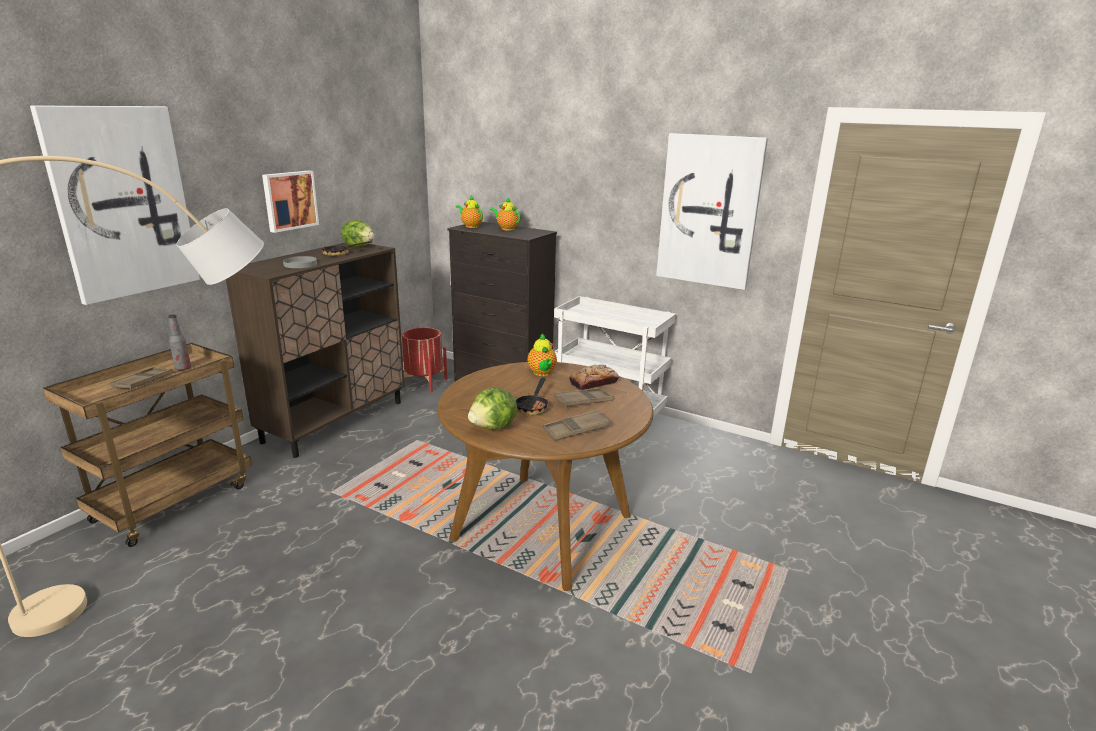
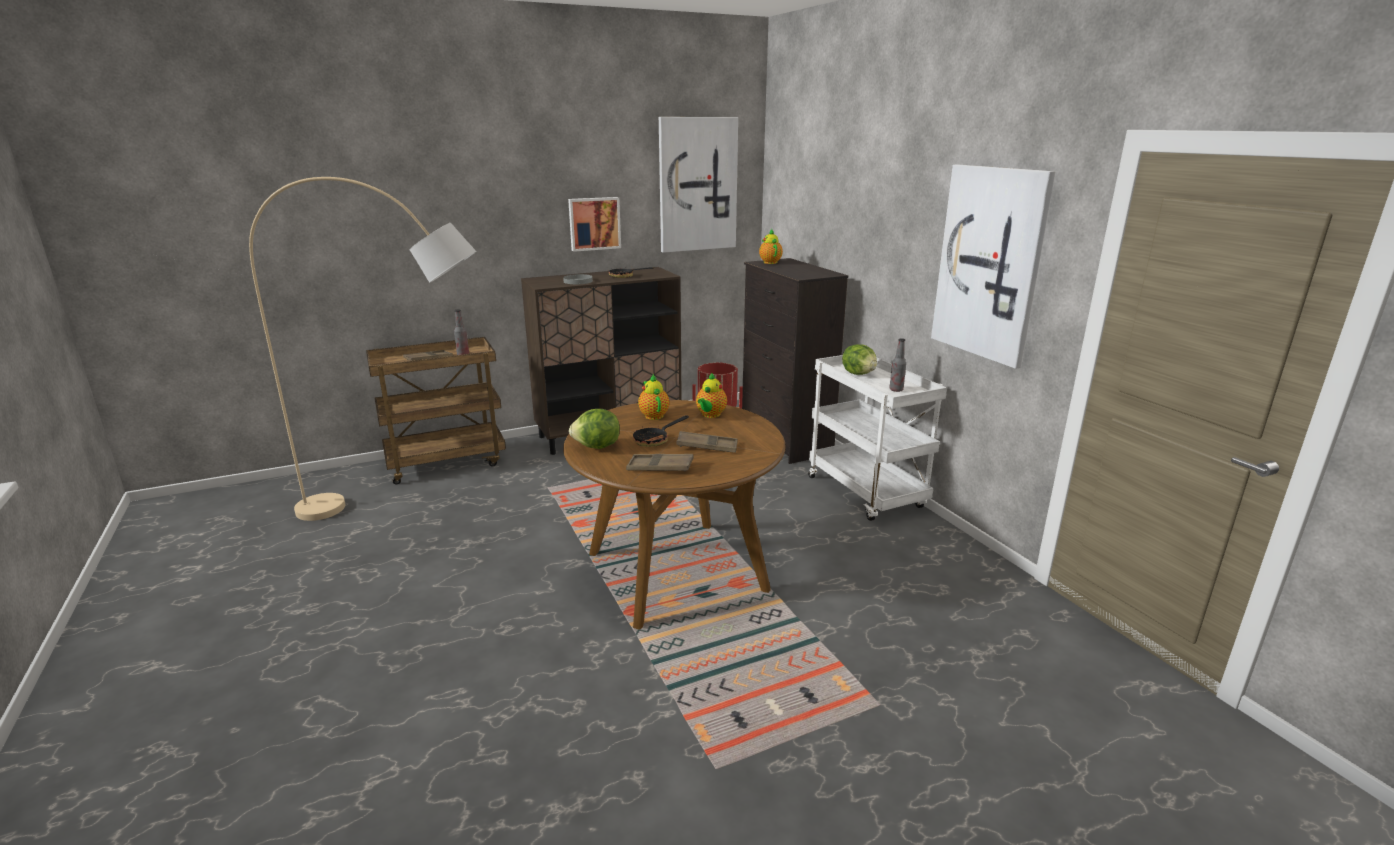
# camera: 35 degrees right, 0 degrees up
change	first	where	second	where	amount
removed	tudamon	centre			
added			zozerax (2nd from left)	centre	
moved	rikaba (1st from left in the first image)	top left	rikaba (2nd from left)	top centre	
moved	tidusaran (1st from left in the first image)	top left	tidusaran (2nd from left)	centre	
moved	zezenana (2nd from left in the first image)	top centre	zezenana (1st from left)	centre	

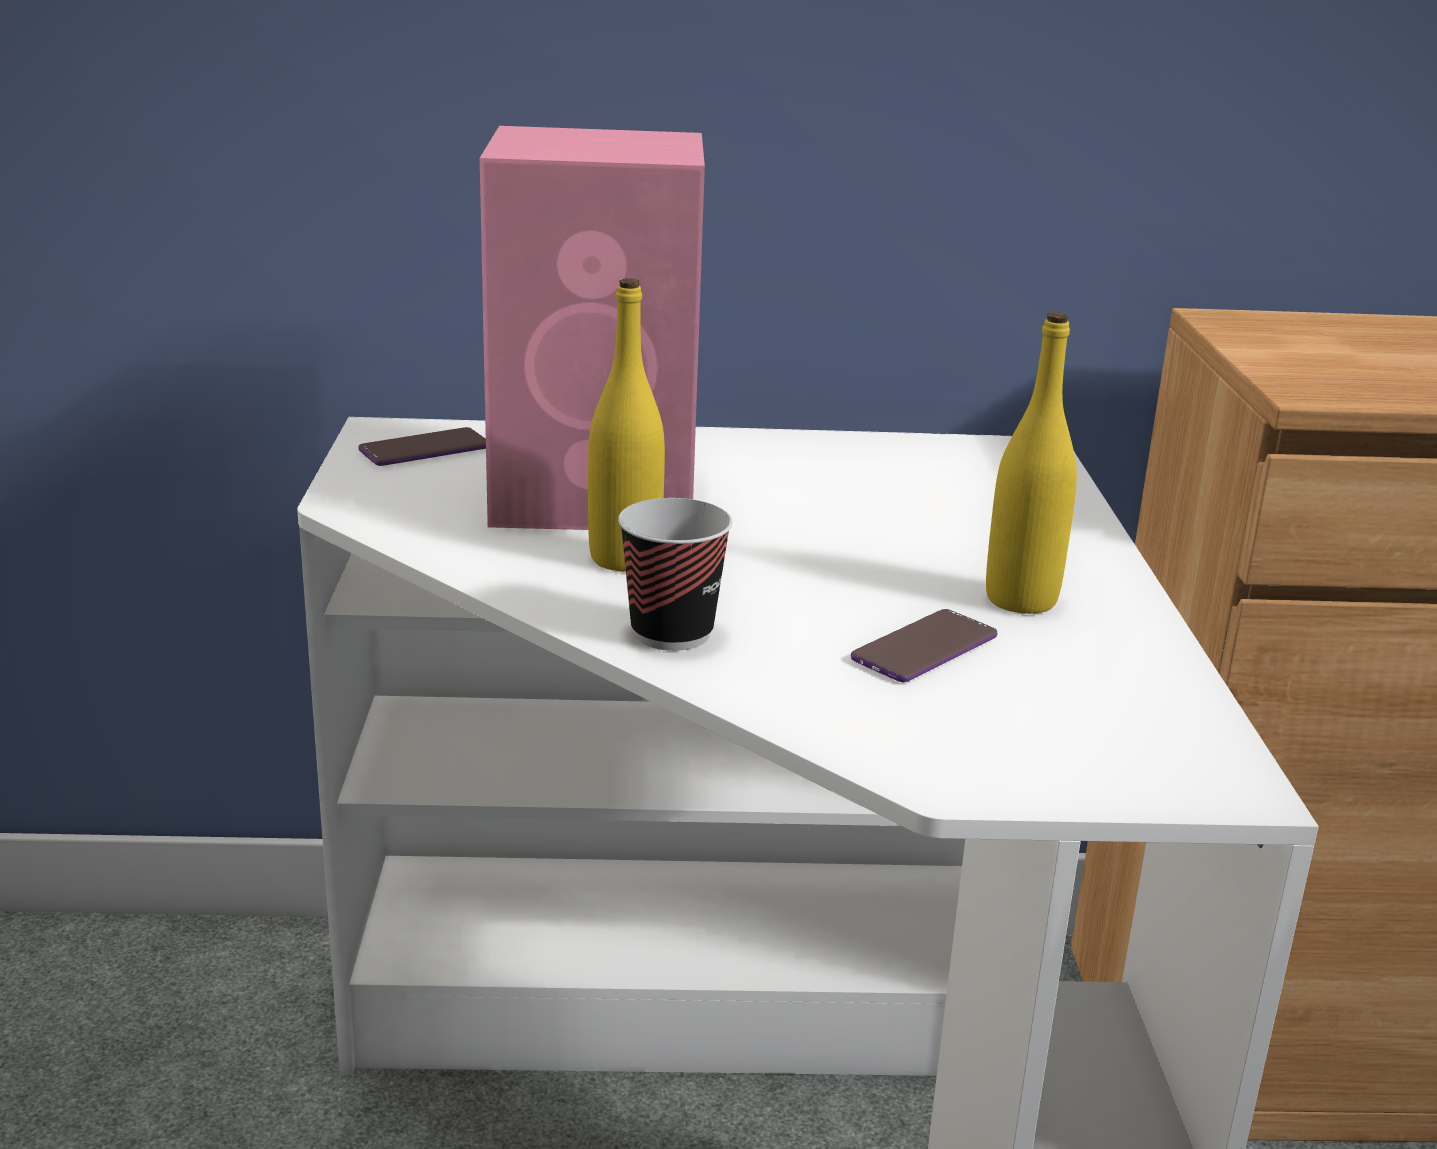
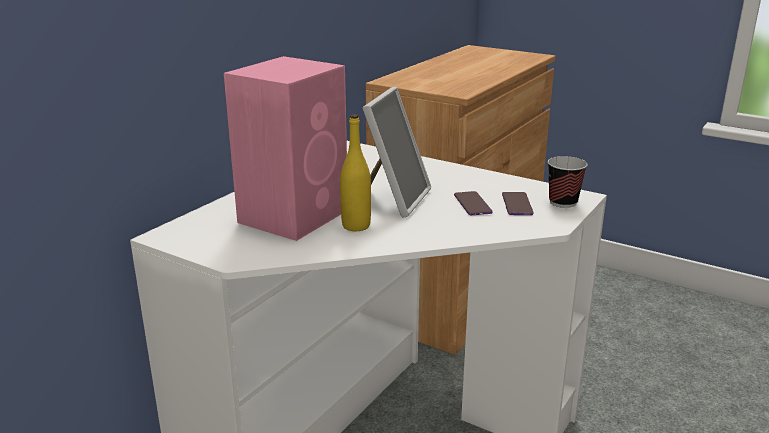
# camera: 55 degrees left, 0 degrees up
change	first	where	second	where	amount
removed	yellow_zozerax (2nd from left)	middle right			
added			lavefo	centre	
moved	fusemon (1st from left in the first image)	middle left	fusemon (2nd from left)	middle right	
moved	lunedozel	centre		middle right	

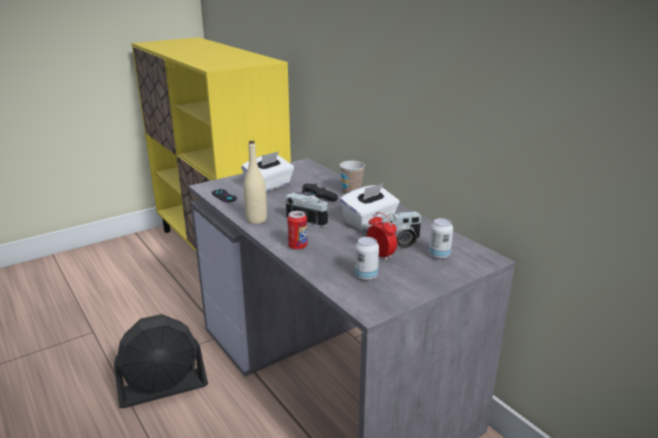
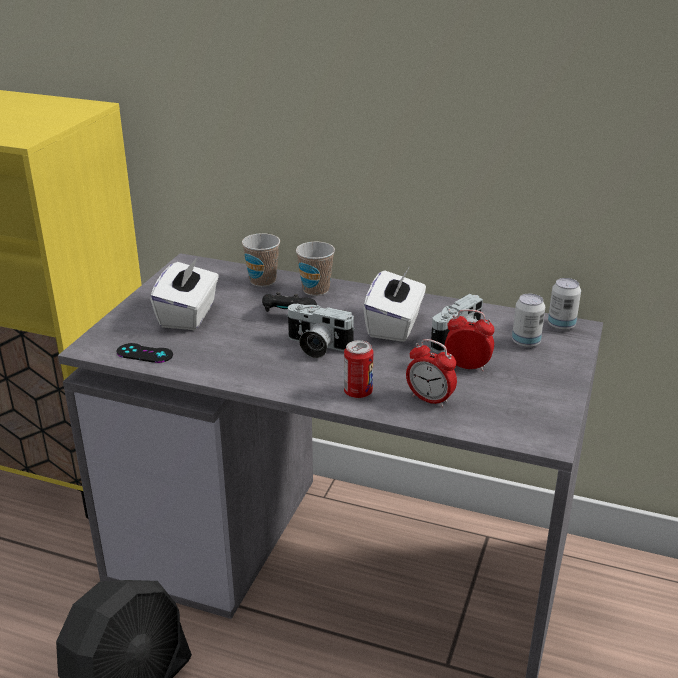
# camera: 35 degrees left, 5 degrees up
change	first	where	second	where	amount
removed	beige_zozerax	centre			
added			lunedozel (1st from left)	centre	
added			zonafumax (1st from left)	centre	
moved	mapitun (2nd from left in the first image)	centre	mapitun (3rd from left)	middle right	
turned	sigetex (1st from left)	centre		centre	150 degrees counterclockwise

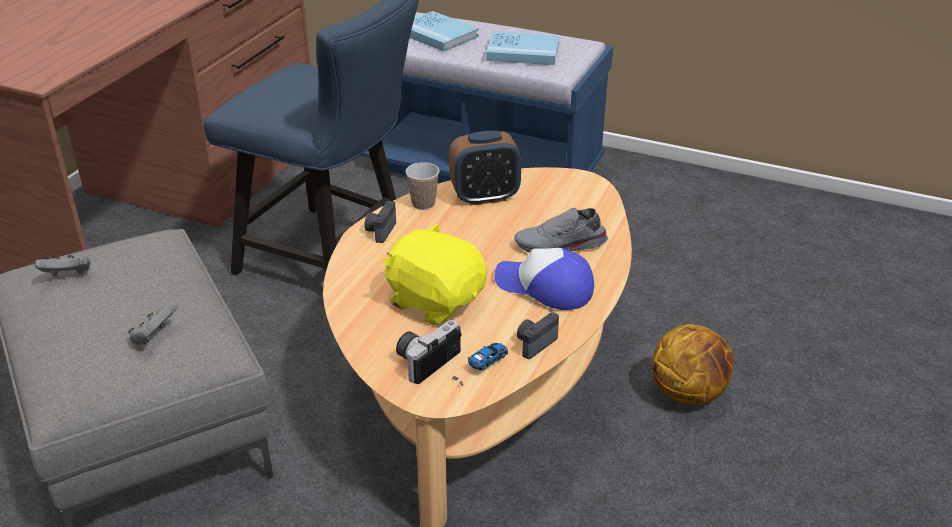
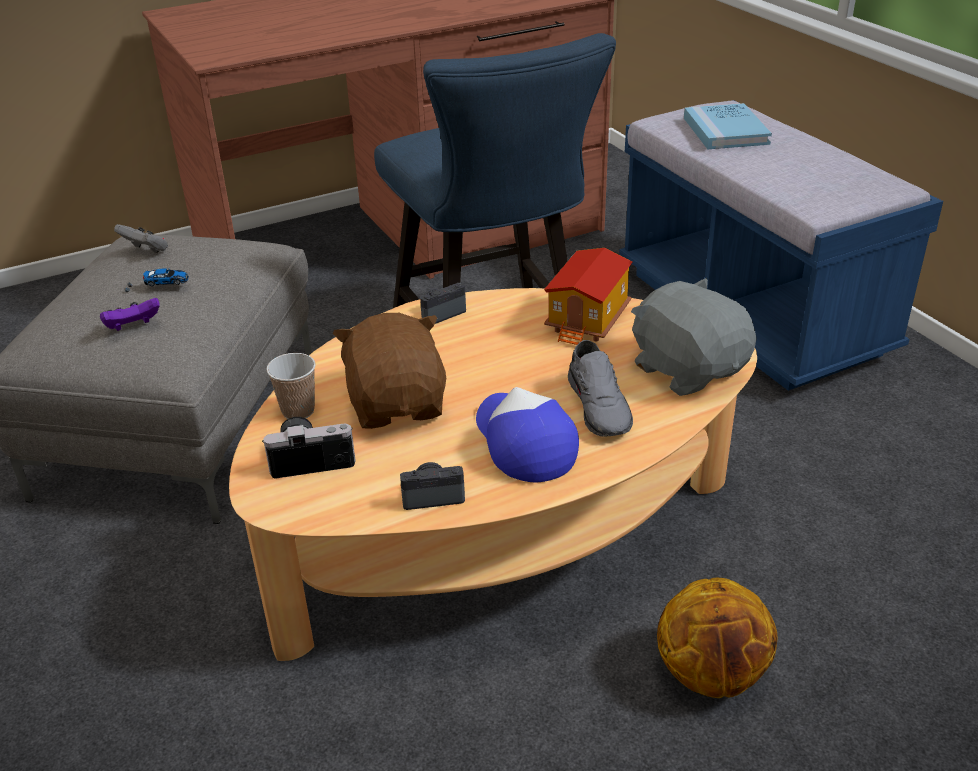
# camera: 40 degrees right, 0 degrees up
change	first	where	second	where	amount
removed	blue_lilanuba (2nd from left)	top centre			
added			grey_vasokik	middle right	
moved	lunedozel	centre		middle left	
moved	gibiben	bottom centre		middle left	
replaced	zonafumax	top centre	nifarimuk	centre	
recoloured	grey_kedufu (2nd from left)	middle left	purple_kedufu	middle left	
recoloured	yellow_vasokik	centre	brown_vasokik	centre	
turned	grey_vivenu	centre		centre	135 degrees counterclockwise

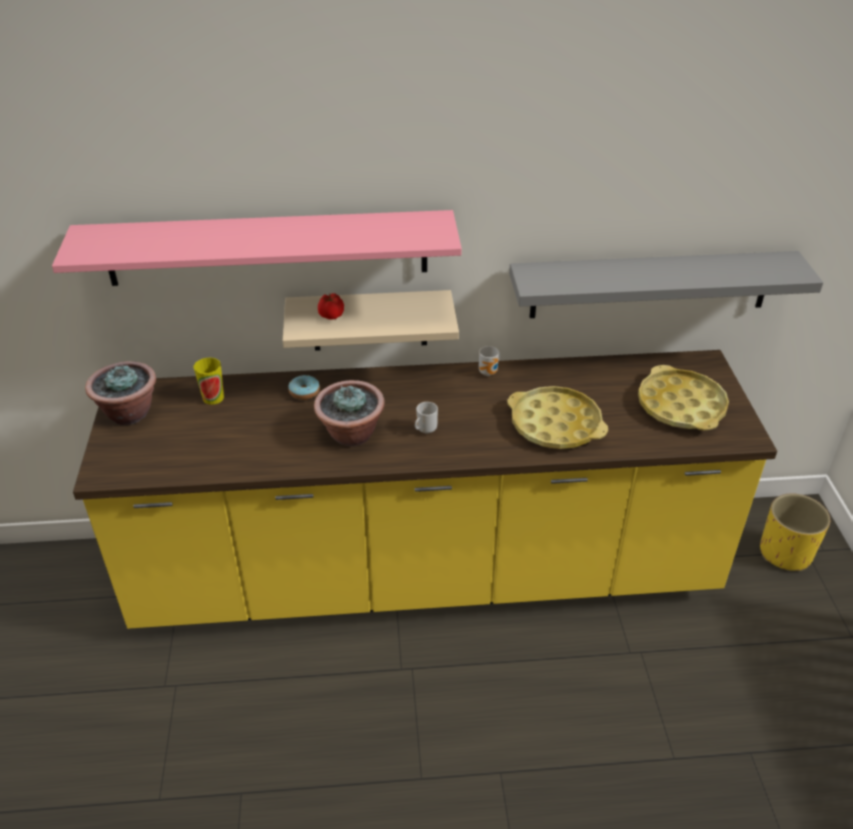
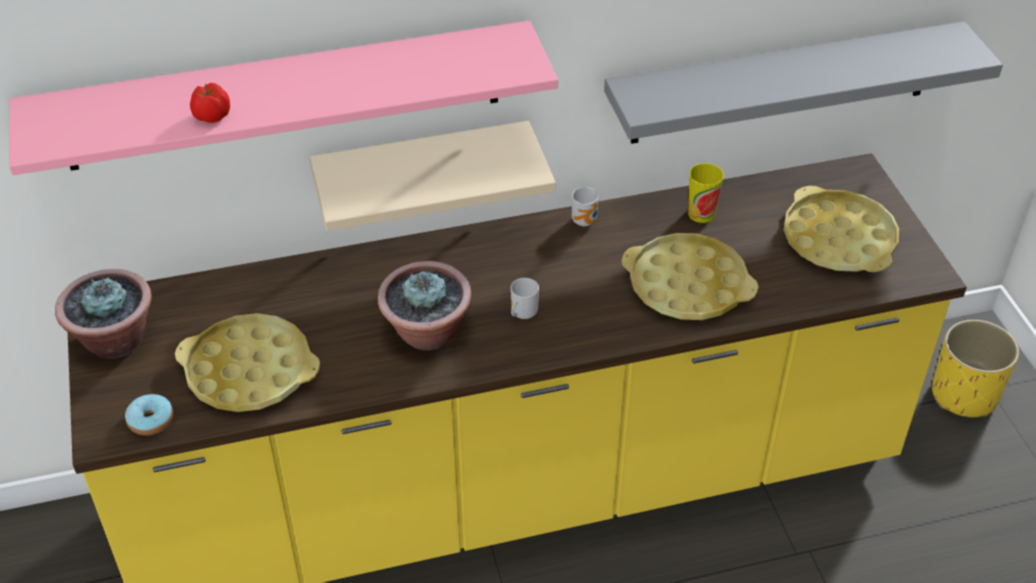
# camera: 10 degrees left, 5 degrees up
change	first	where	second	where	amount
added			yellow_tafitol (1st from left)	middle left	
moved	lunedozel	middle left		top right	
moved	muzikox	centre		bottom left	
moved	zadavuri	centre		top left	

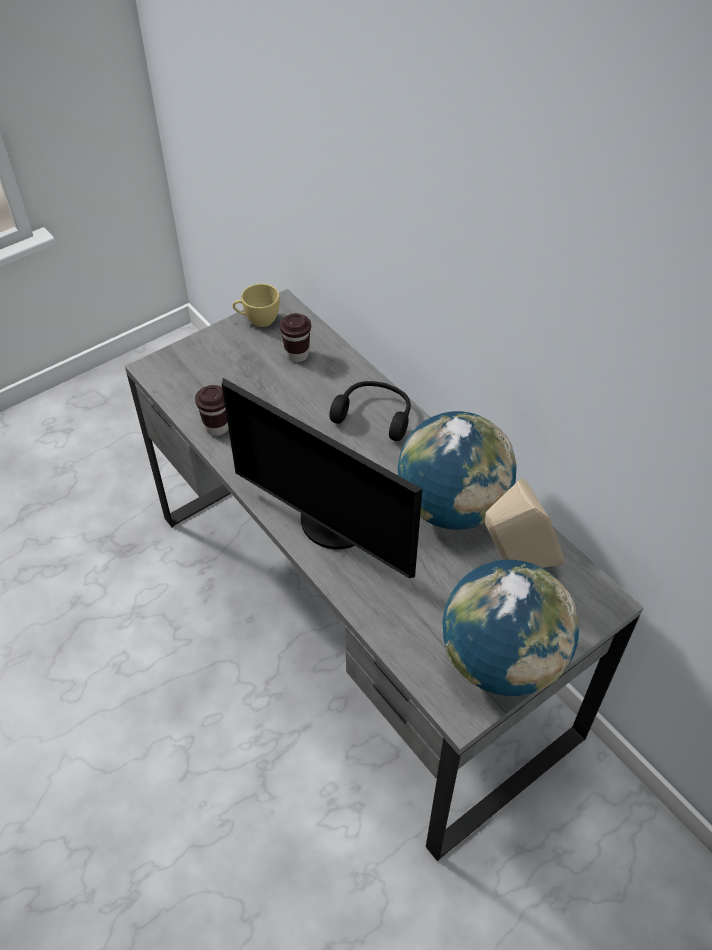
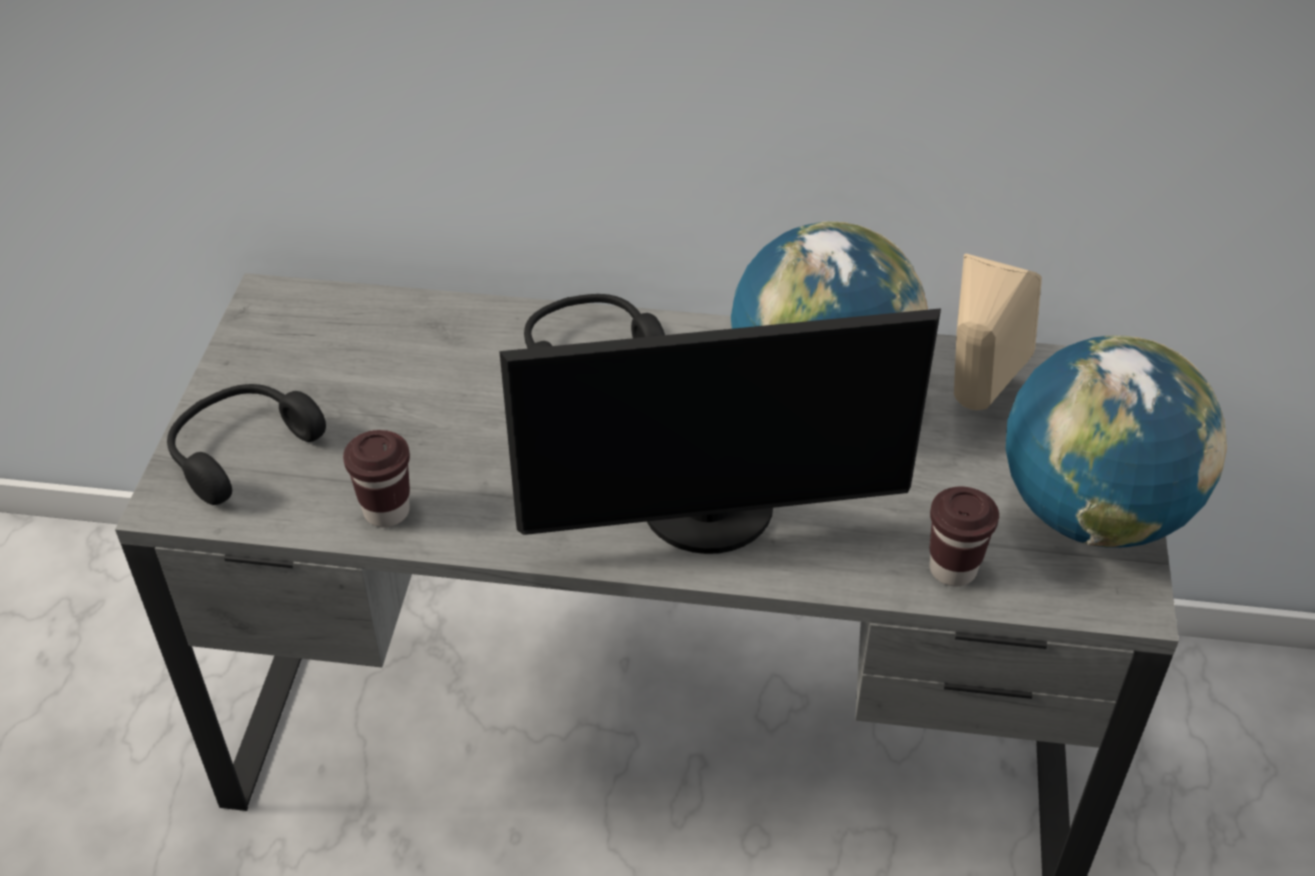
# camera: 45 degrees left, 5 degrees down
change	first	where	second	where	amount
removed	yellow_lunedozel	top centre			
added			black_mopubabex (1st from left)	middle left	
moved	brown_lunedozel (2nd from left)	centre		middle right	

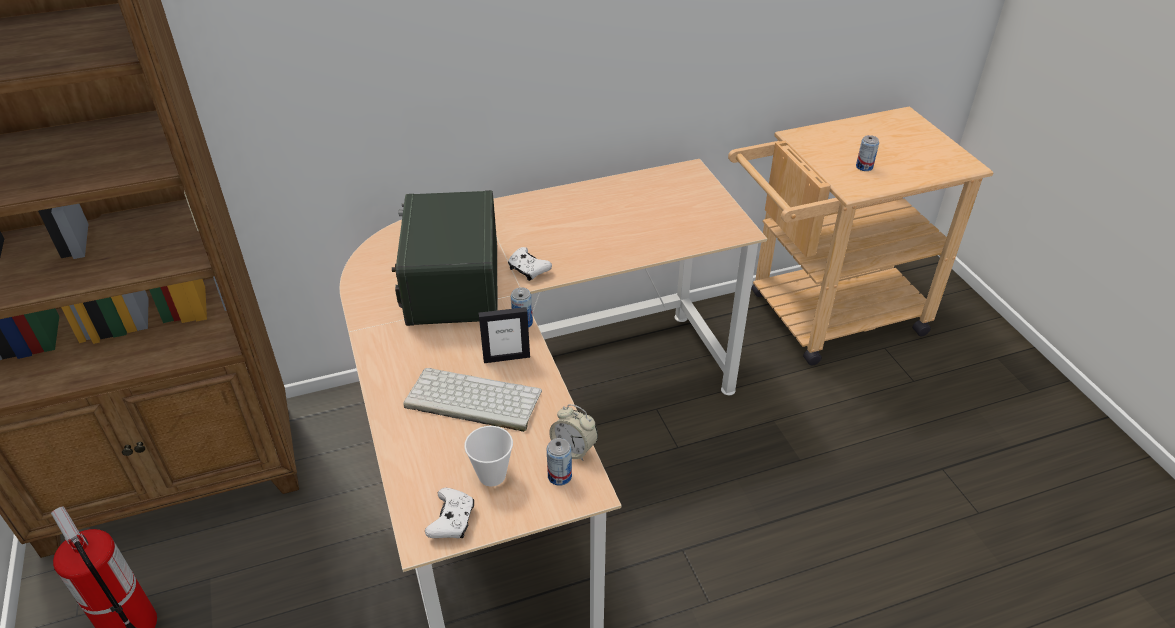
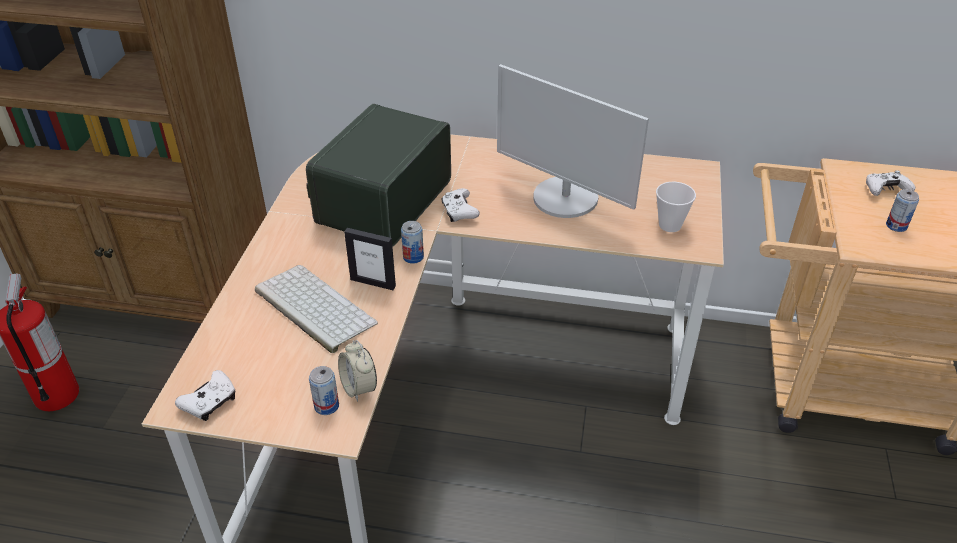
# camera: 30 degrees right, 0 degrees up
change	first	where	second	where	amount
added			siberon	top centre	
added			white_kedufu (3rd from left)	middle right	
moved	lunedozel	bottom centre		middle right	

